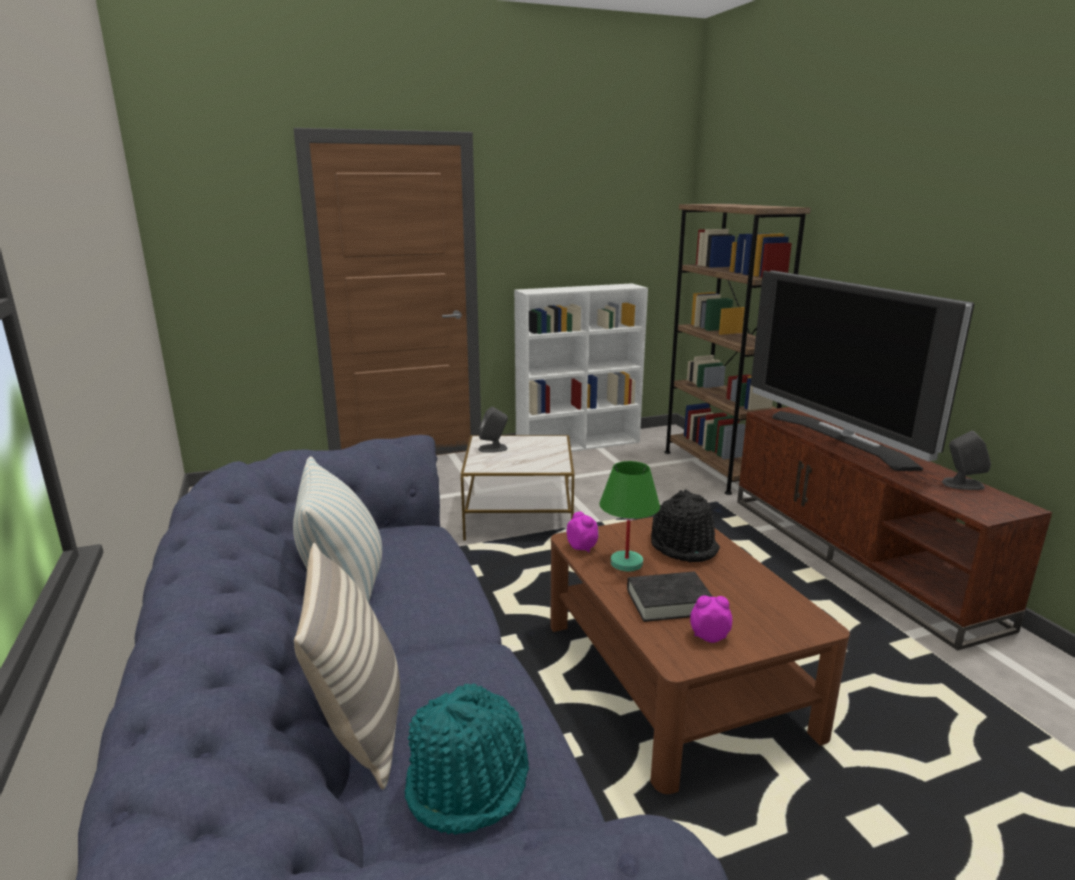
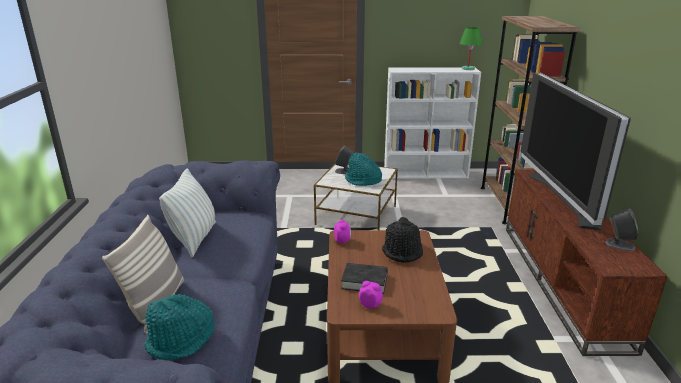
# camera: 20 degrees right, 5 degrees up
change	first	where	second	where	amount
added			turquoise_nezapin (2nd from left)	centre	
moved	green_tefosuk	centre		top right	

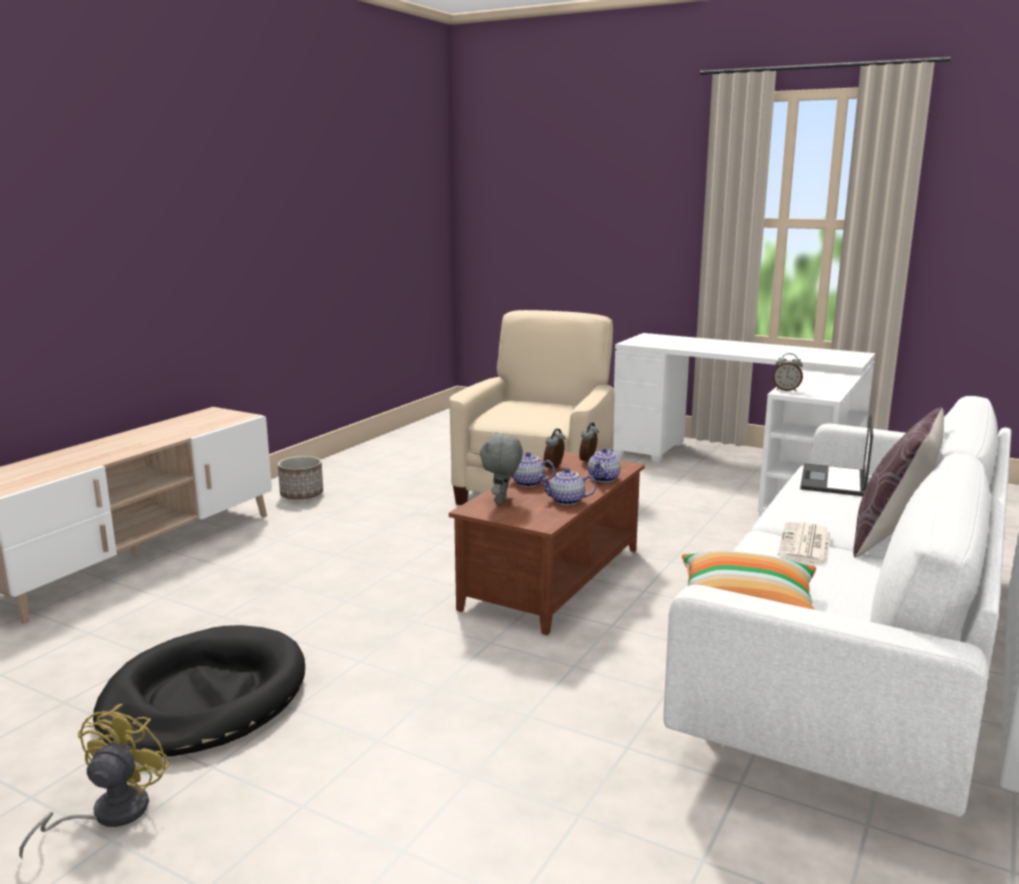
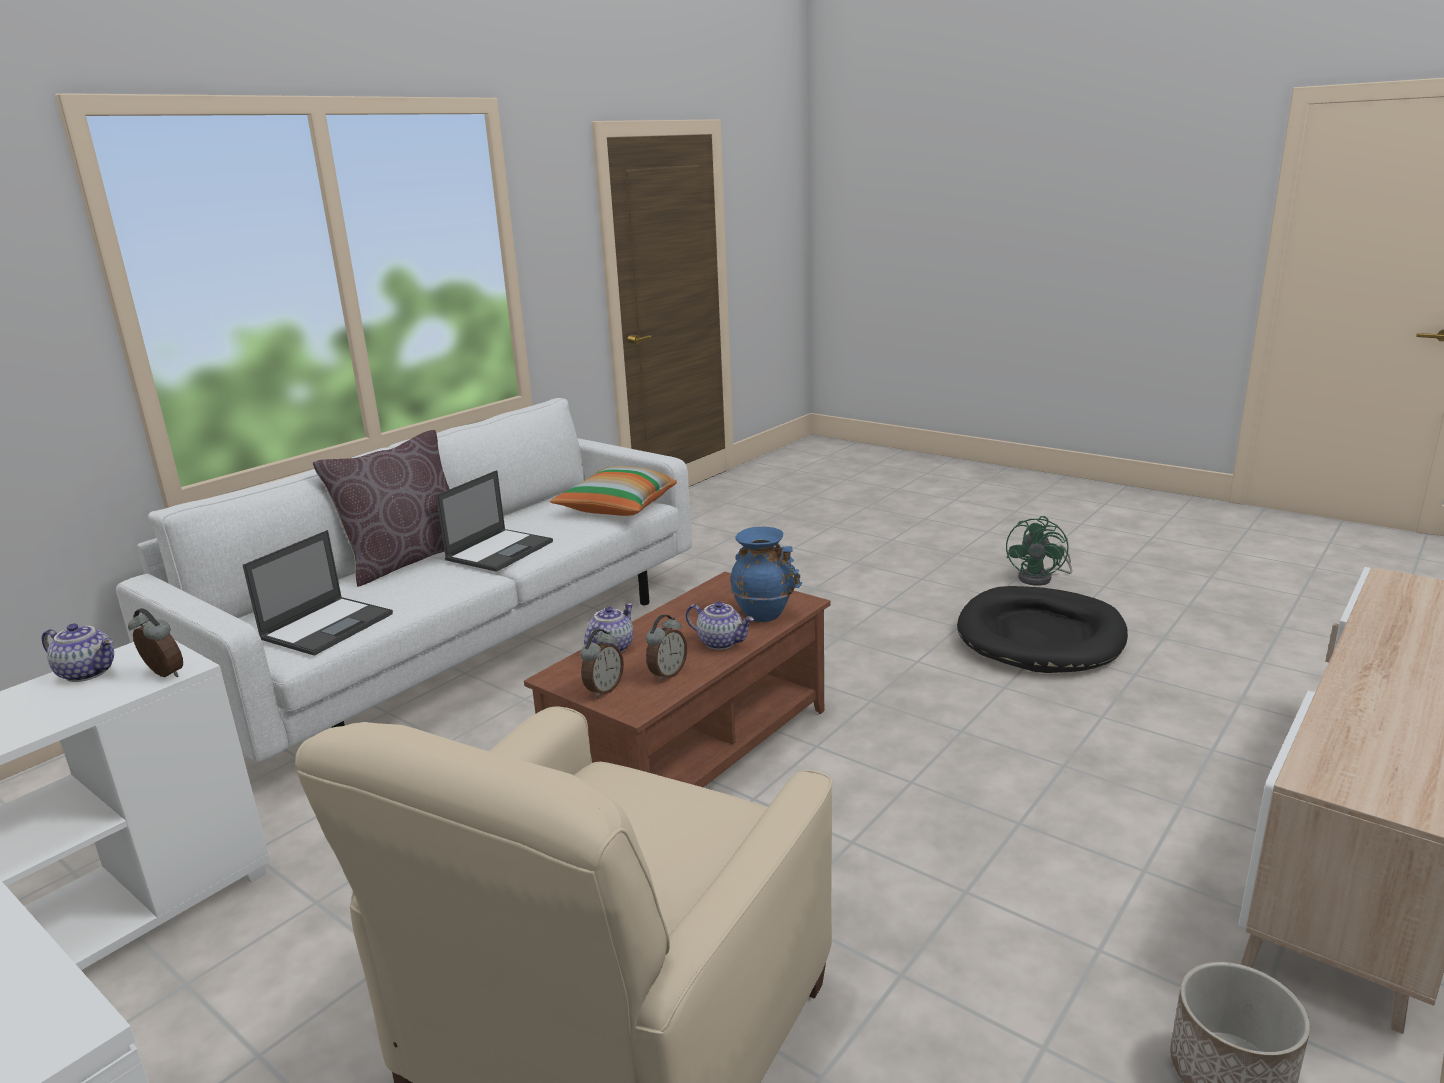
# camera: 170 degrees left, 5 degrees up
change	first	where	second	where	amount
moved	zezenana (2nd from left in the first image)	centre	zezenana (1st from left)	middle left	
replaced	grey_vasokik	centre	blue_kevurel	centre	
replaced	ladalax	middle right	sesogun (2nd from left)	centre	
recoloured	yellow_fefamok	bottom left	green_fefamok	middle right	

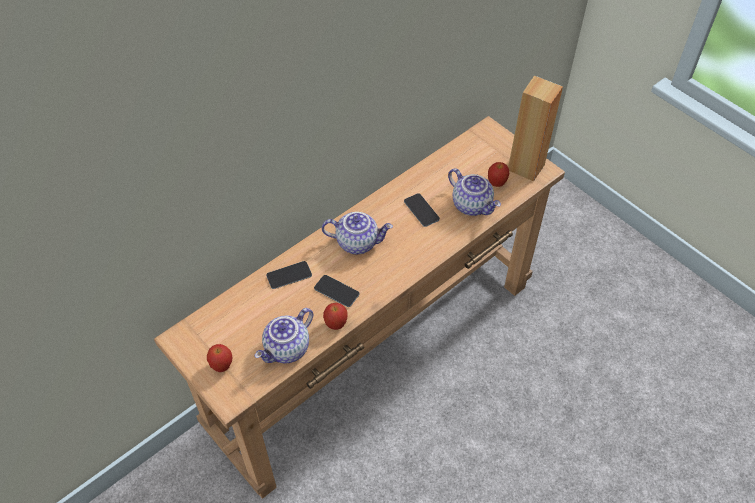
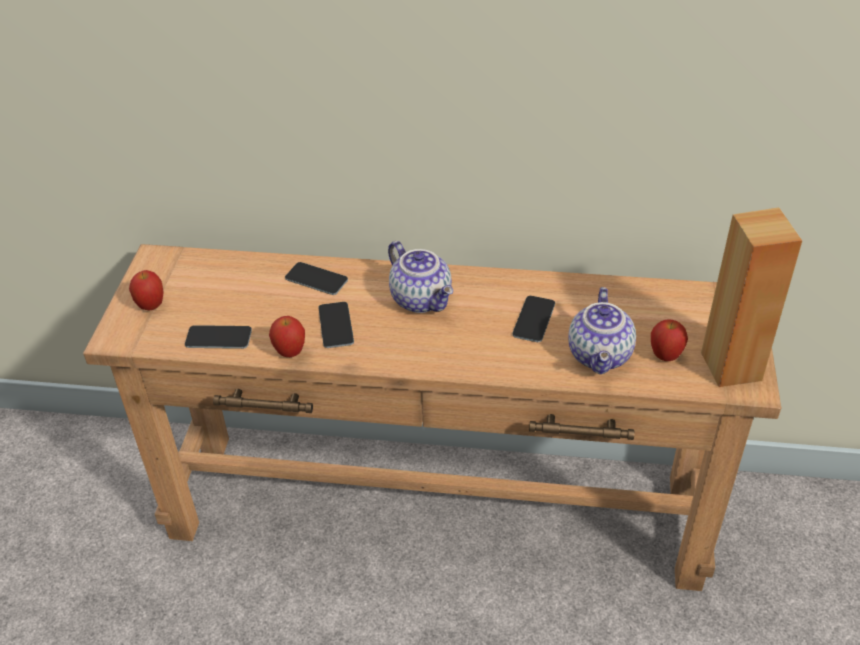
# camera: 50 degrees right, 10 degrees down
change	first	where	second	where	amount
replaced	zezenana (1st from left)	centre	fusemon (1st from left)	middle left	

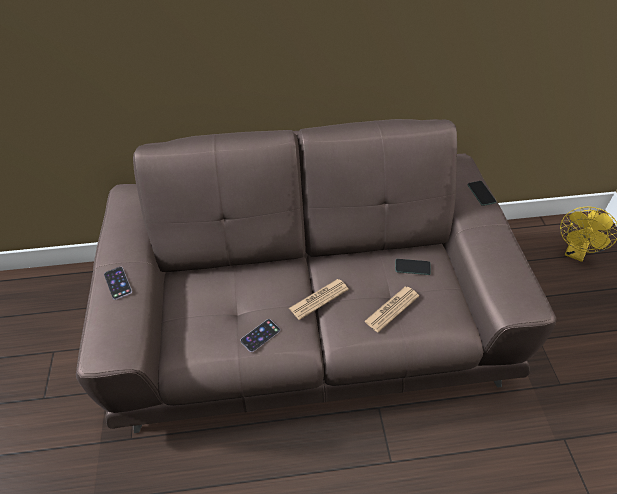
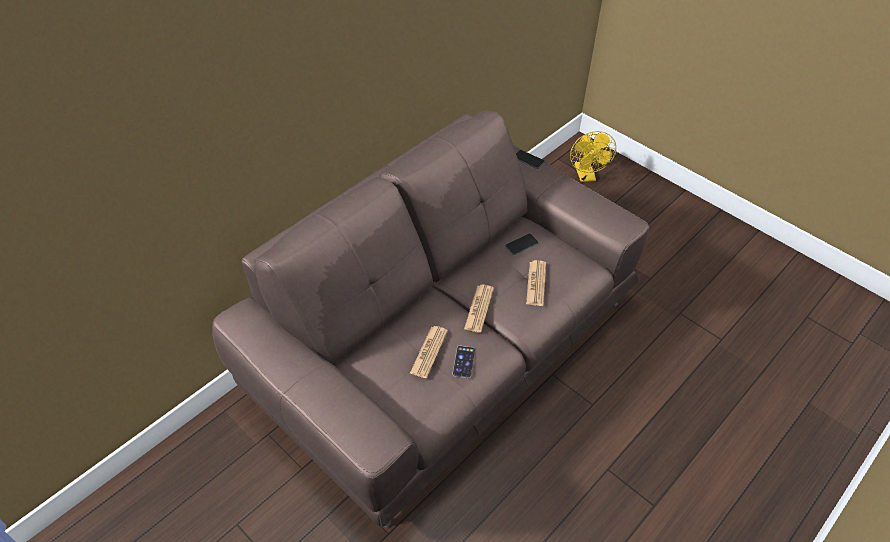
# camera: 40 degrees left, 0 degrees up
change	first	where	second	where	amount
removed	fusemon (1st from left)	middle left			
added			ladalax (1st from left)	centre	

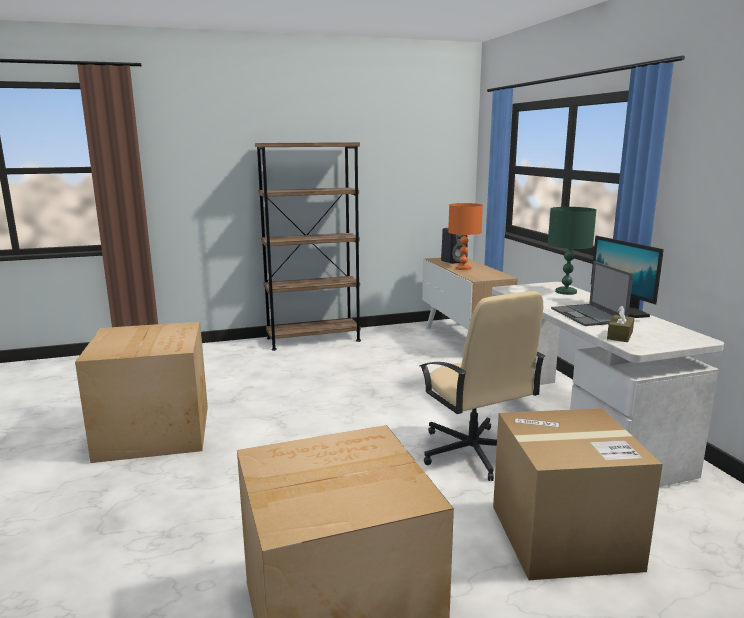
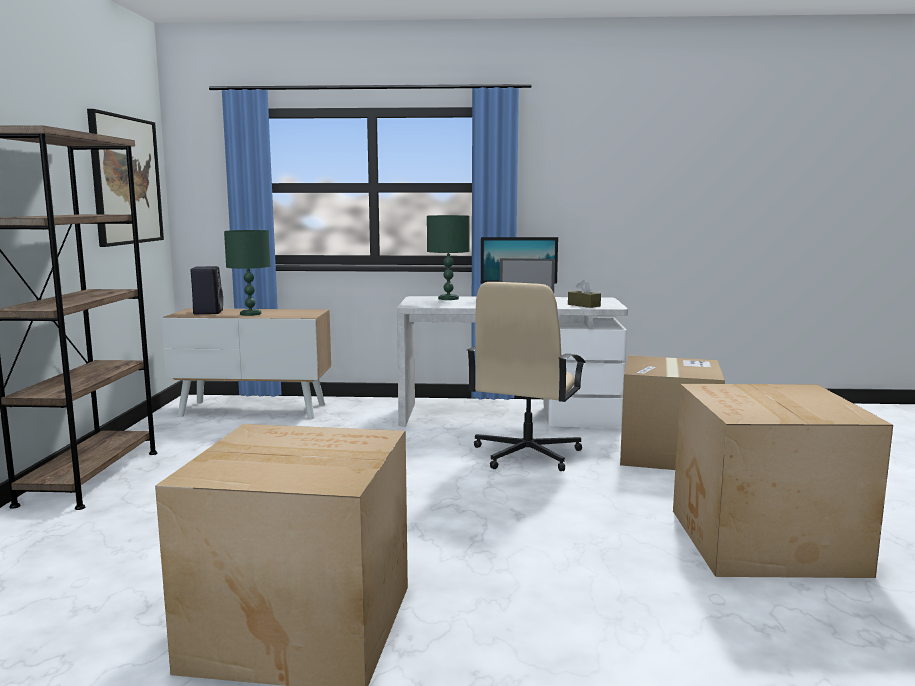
# camera: 70 degrees left, 5 degrees down
change	first	where	second	where	amount
added			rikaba	top left	
recoloured	orange_tefosuk	centre	green_tefosuk (1st from left)	middle left	
turned	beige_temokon	centre		centre	120 degrees clockwise

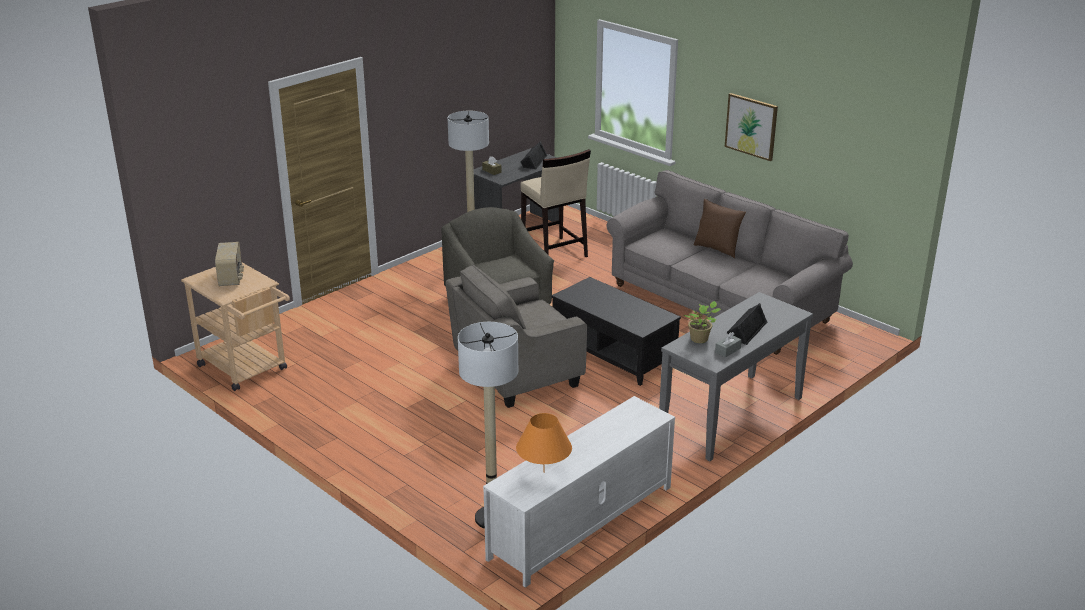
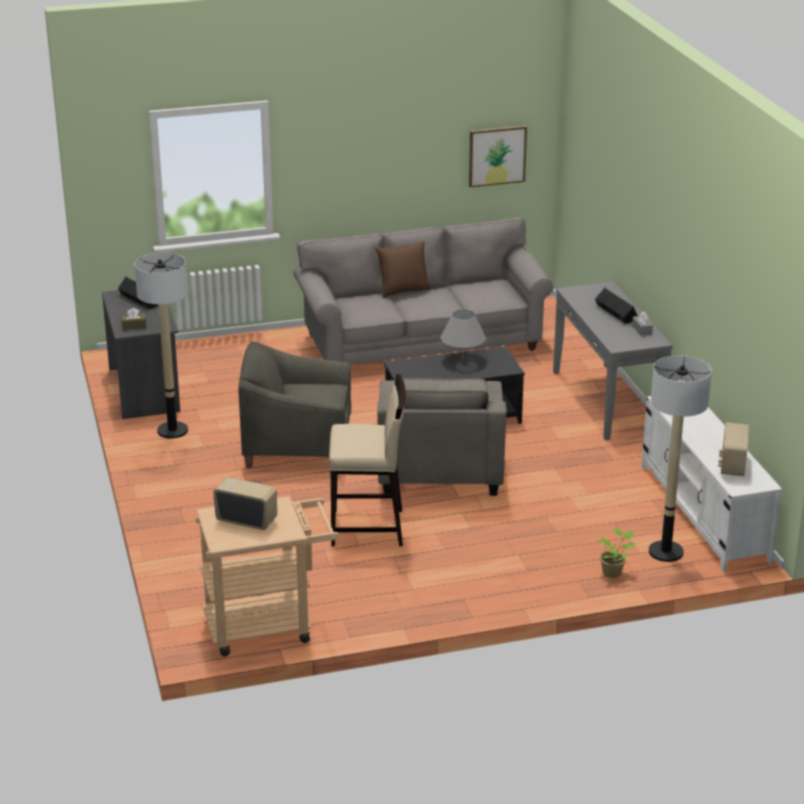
# camera: 60 degrees left, 0 degrees up
change	first	where	second	where	amount
added			grey_tefosuk	centre	
moved	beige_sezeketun	top centre		centre	
moved	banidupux	centre		bottom right	
moved	rikaba	top right		top centre	
replaced	orange_tefosuk	bottom centre	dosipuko (2nd from left)	middle right	

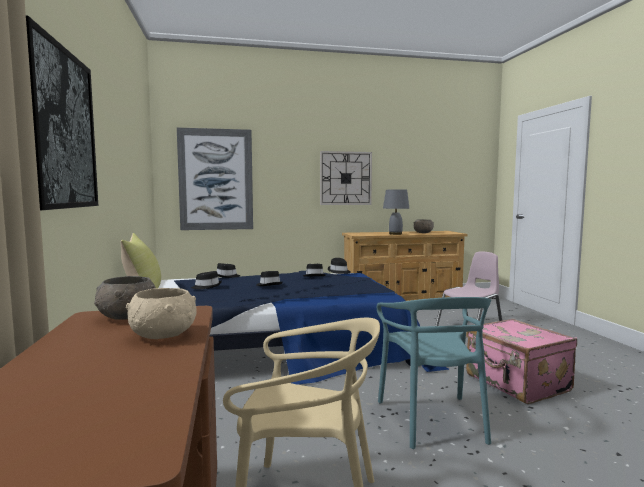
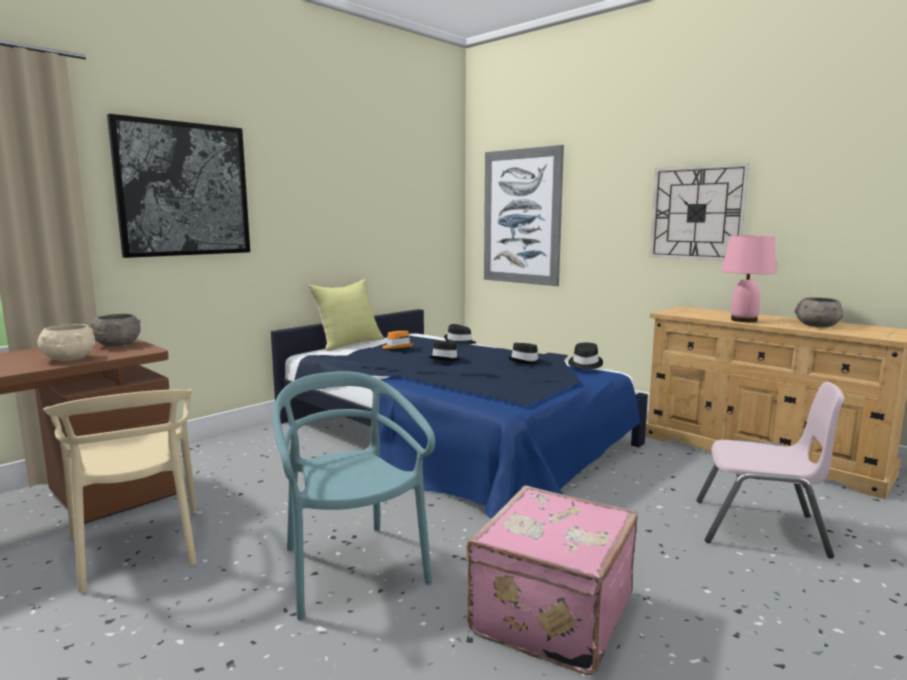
# camera: 55 degrees right, 5 degrees up
change	first	where	second	where	amount
recoloured	black_nezapin (1st from left)	middle left	orange_nezapin	centre	
recoloured	grey_tefosuk	centre	pink_tefosuk	middle right	
turned	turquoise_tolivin	bottom right		bottom centre	105 degrees clockwise

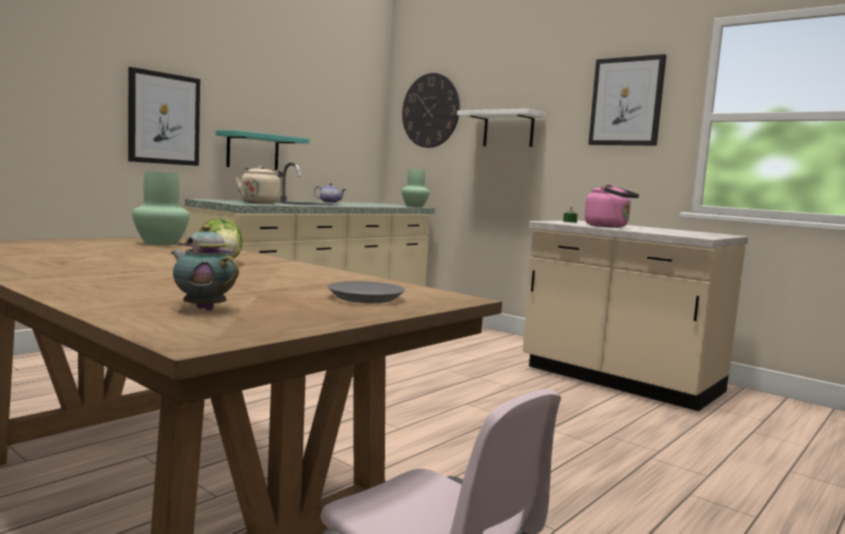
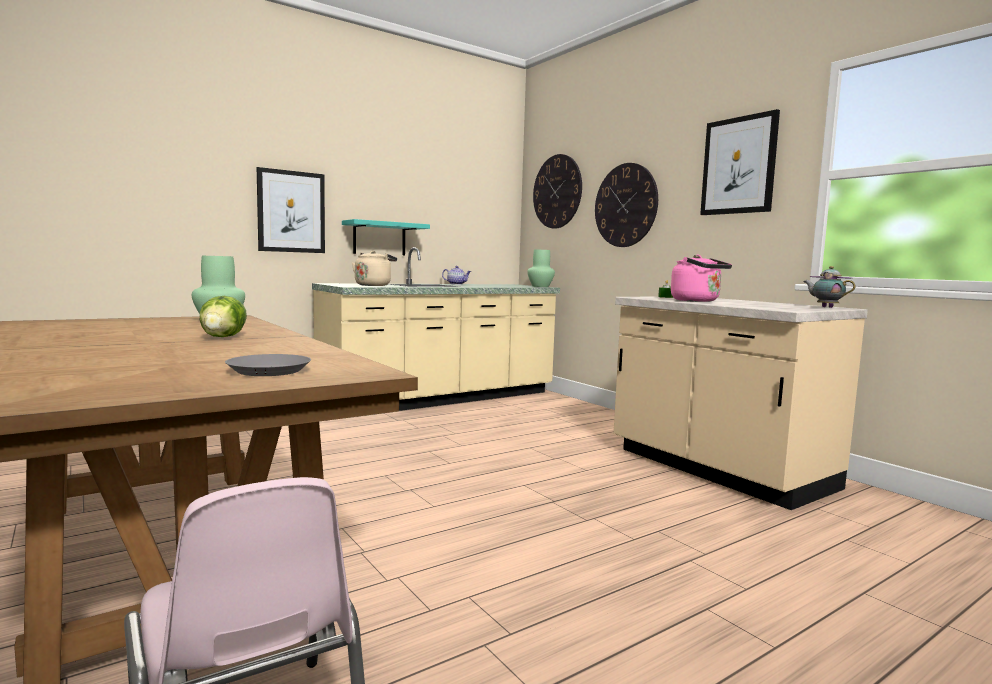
# camera: 15 degrees right, 0 degrees up
change	first	where	second	where	amount
moved	zezenana (1st from left in the first image)	middle left	zezenana (2nd from left)	middle right	
replaced	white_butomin	top centre	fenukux (2nd from left)	top centre	

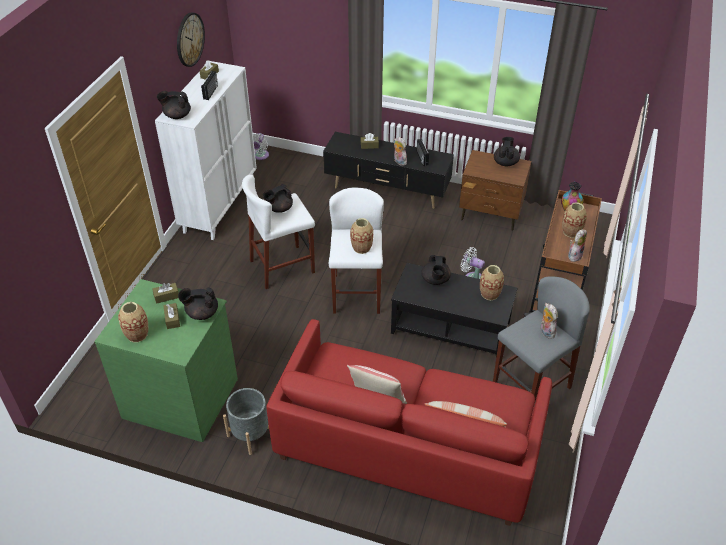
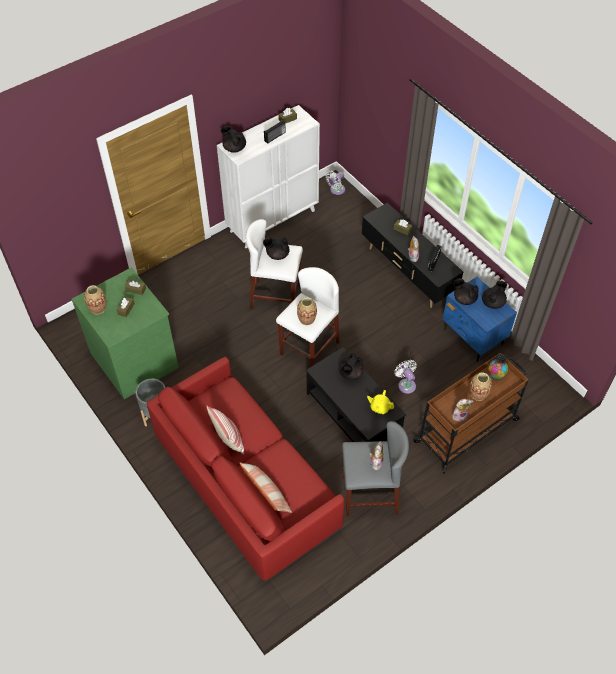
# camera: 35 degrees right, 10 degrees up
change	first	where	second	where	amount
removed	fenukux	top left			
moved	black_zezenana (2nd from left in the first image)	middle left	black_zezenana (4th from left)	middle right	
replaced	kevurel (3rd from left)	middle right	yellow_zezenana	centre	
recoloured	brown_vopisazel	middle right	blue_vopisazel	middle right	

